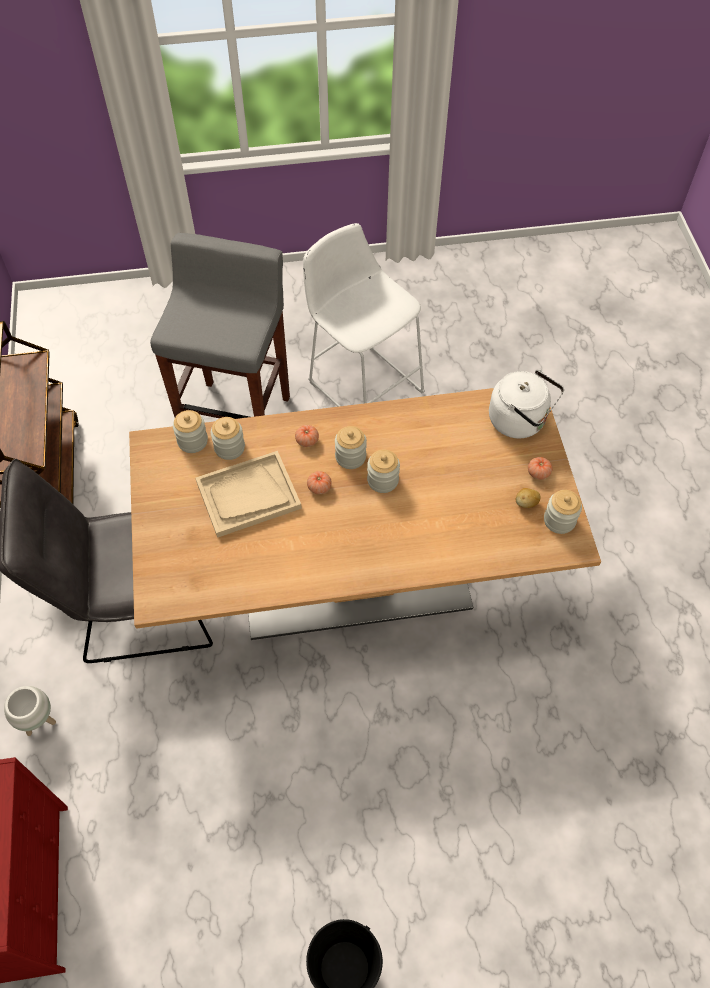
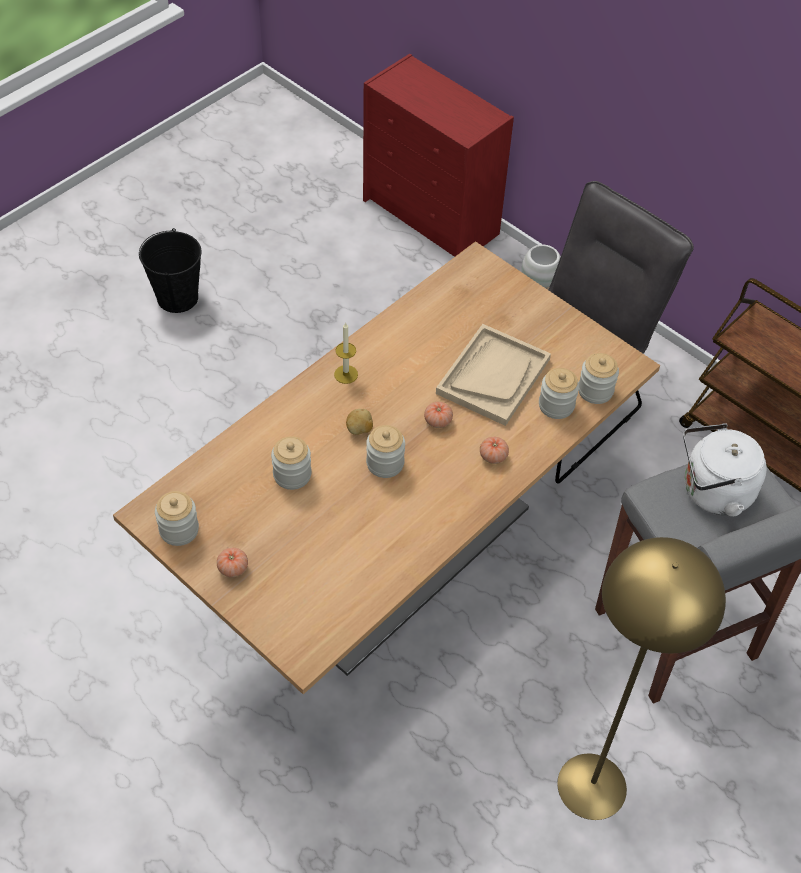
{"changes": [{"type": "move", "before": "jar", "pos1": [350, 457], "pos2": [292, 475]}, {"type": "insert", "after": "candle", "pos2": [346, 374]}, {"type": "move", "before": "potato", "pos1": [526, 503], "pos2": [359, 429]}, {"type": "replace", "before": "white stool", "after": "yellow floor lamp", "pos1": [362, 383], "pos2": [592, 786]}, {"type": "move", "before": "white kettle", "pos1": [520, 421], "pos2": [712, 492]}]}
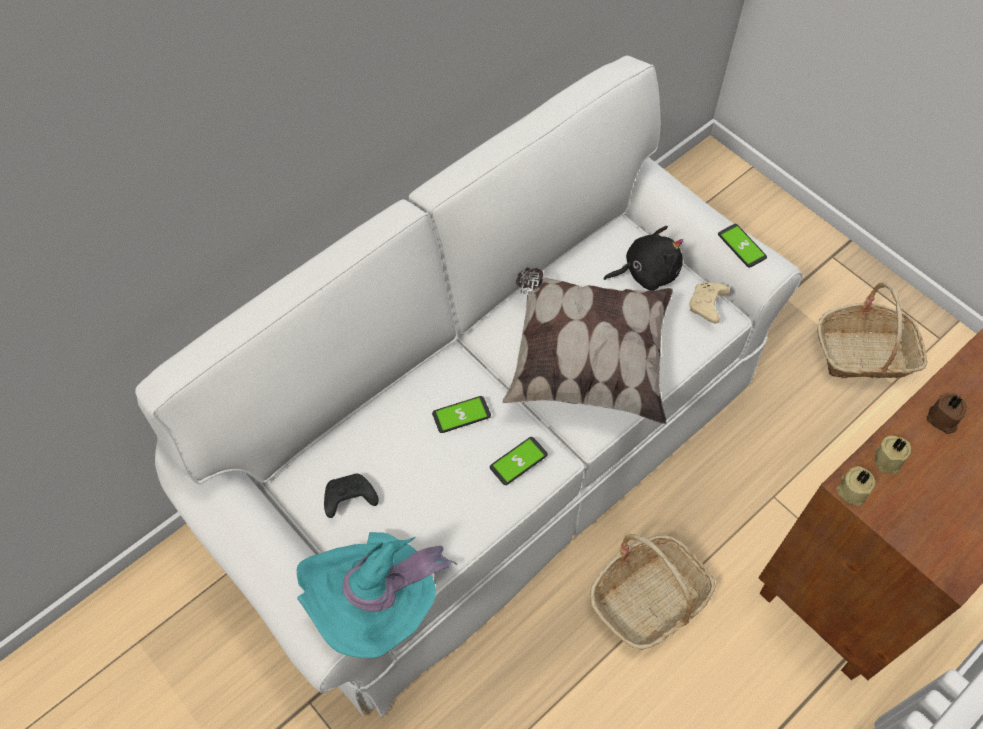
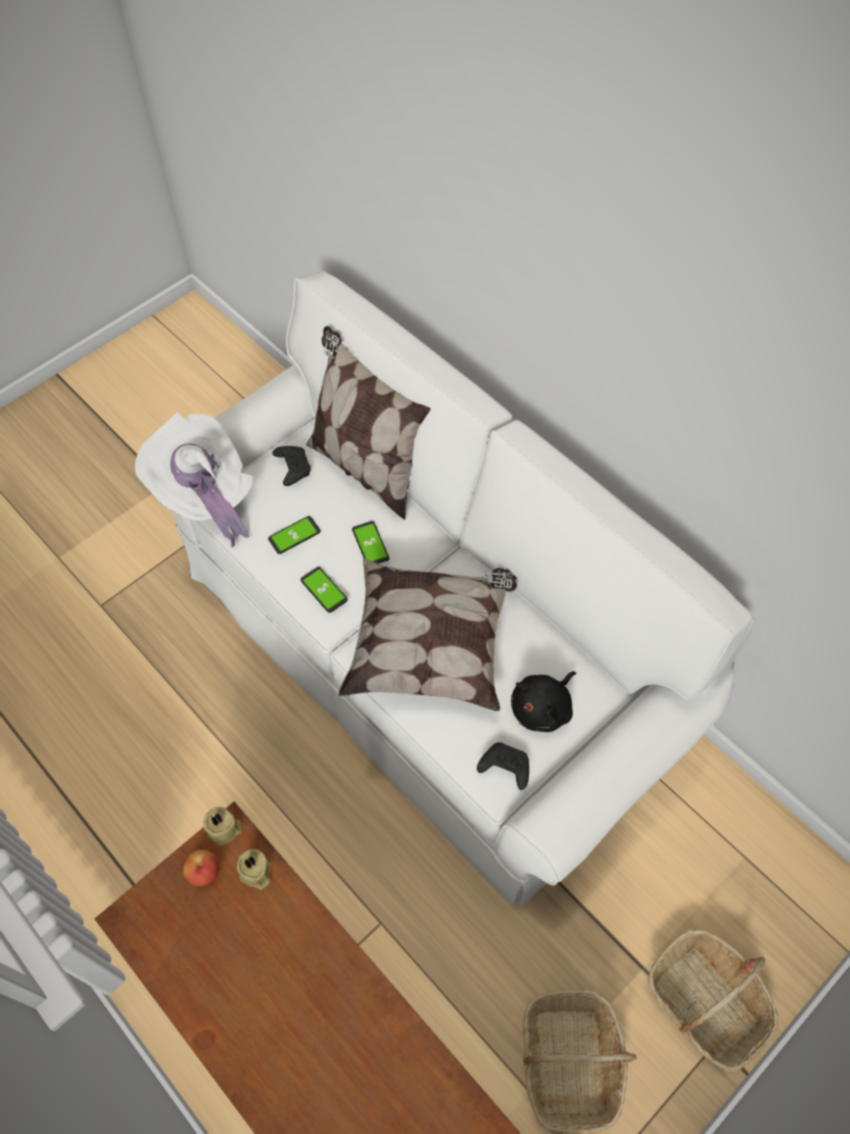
{"changes": [{"type": "recolor", "before": "turquoise hat", "after": "white hat", "pos1": [377, 604], "pos2": [204, 496]}, {"type": "insert", "after": "apple", "pos2": [204, 872]}, {"type": "move", "before": "phone", "pos1": [741, 246], "pos2": [294, 535]}, {"type": "insert", "after": "pillow", "pos2": [368, 467]}, {"type": "recolor", "before": "beige game controller", "after": "black game controller", "pos1": [707, 306], "pos2": [504, 767]}, {"type": "rotate", "before": "black plush toy", "pos1": [646, 272], "pos2": [543, 708], "turn": 60}, {"type": "move", "before": "basket", "pos1": [649, 598], "pos2": [706, 1002]}, {"type": "delete", "before": "brown candle", "pos1": [942, 420]}]}
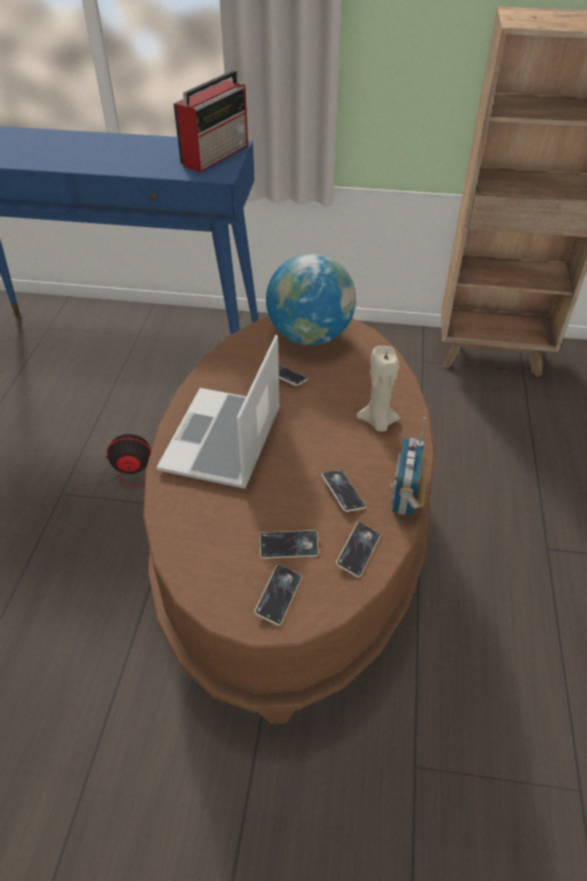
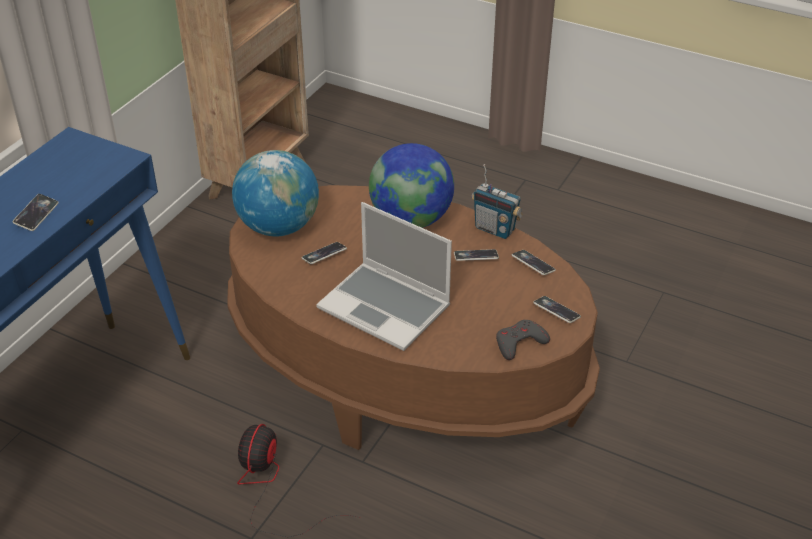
{"changes": [{"type": "move", "before": "phone", "pos1": [289, 547], "pos2": [36, 215]}, {"type": "replace", "before": "beige candle", "after": "globe", "pos1": [378, 422], "pos2": [411, 219]}, {"type": "insert", "after": "grey game controller", "pos2": [519, 343]}, {"type": "delete", "before": "radio", "pos1": [216, 154]}]}
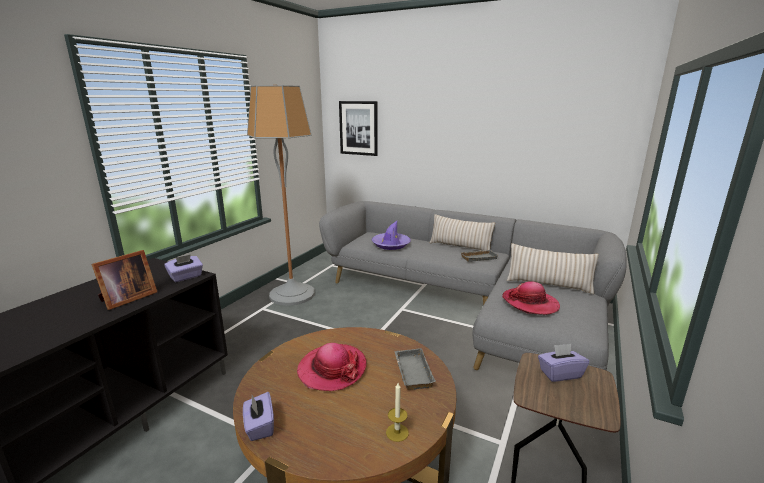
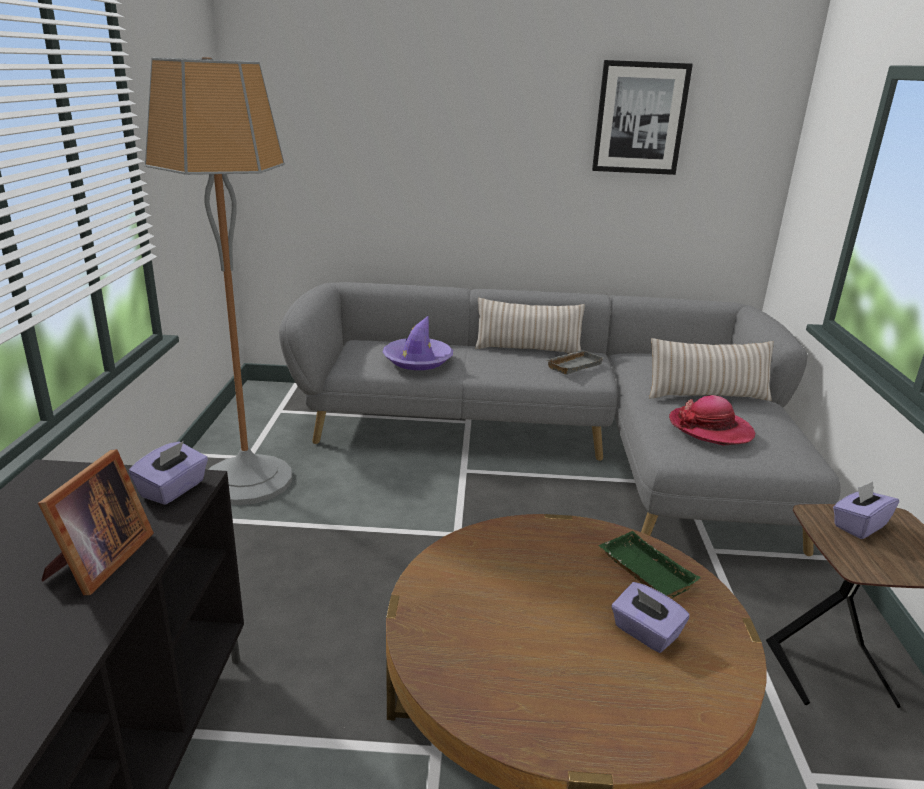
{"changes": [{"type": "move", "before": "picture", "pos1": [358, 128], "pos2": [640, 118]}, {"type": "recolor", "before": "grey tray", "after": "green tray", "pos1": [411, 371], "pos2": [643, 571]}, {"type": "move", "before": "purple tissue box", "pos1": [259, 426], "pos2": [645, 633]}, {"type": "delete", "before": "hat", "pos1": [332, 369]}, {"type": "delete", "before": "candle", "pos1": [397, 432]}]}
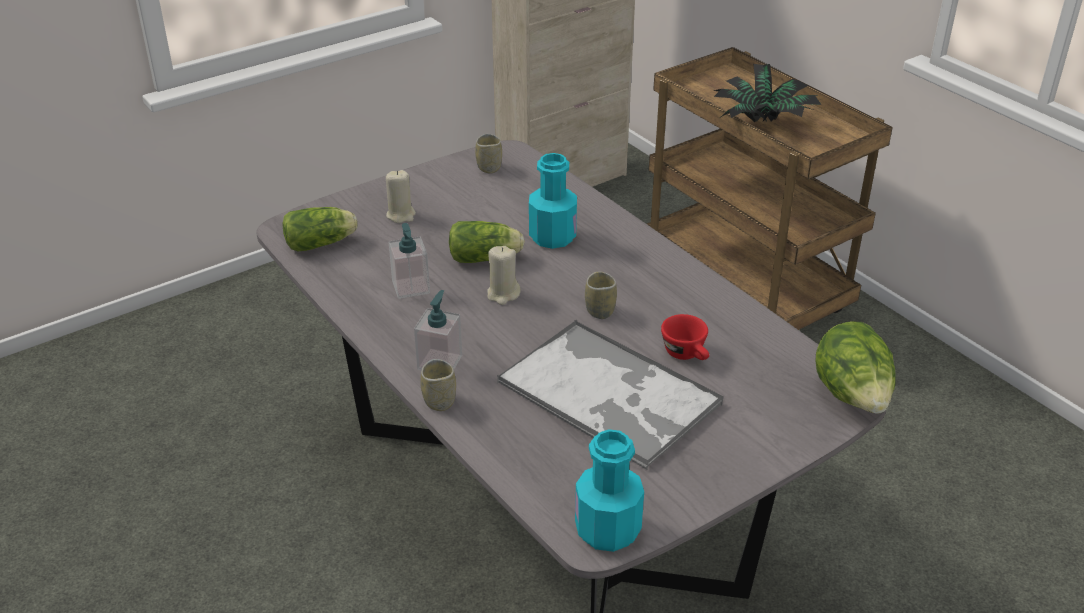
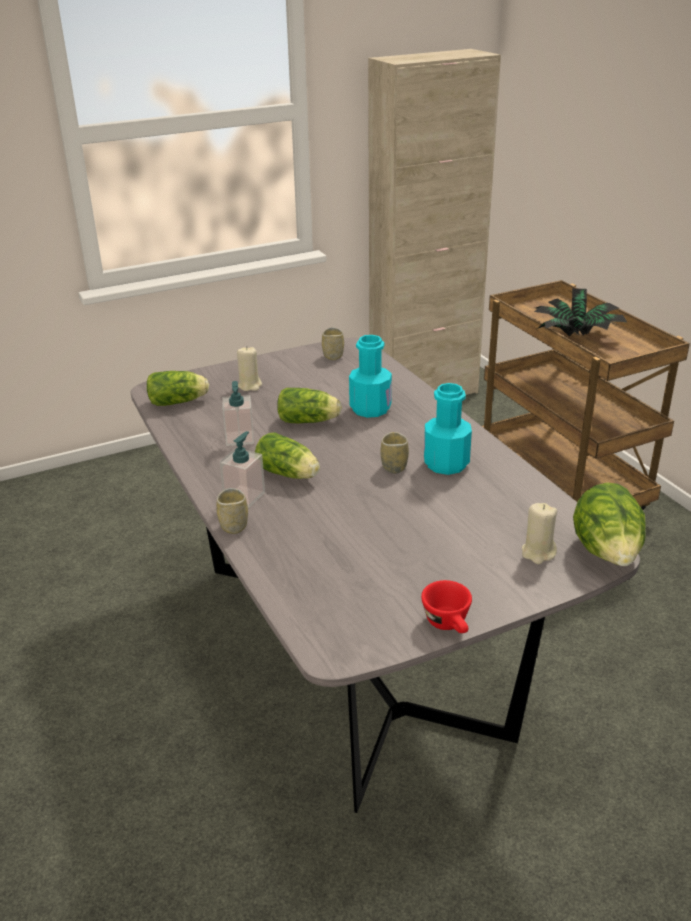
{"changes": [{"type": "insert", "after": "lettuce", "pos2": [289, 474]}, {"type": "move", "before": "red cup", "pos1": [687, 355], "pos2": [449, 625]}, {"type": "move", "before": "turquoise bottle", "pos1": [607, 530], "pos2": [446, 464]}, {"type": "move", "before": "beige candle", "pos1": [503, 294], "pos2": [538, 553]}, {"type": "delete", "before": "tray", "pos1": [610, 394]}]}
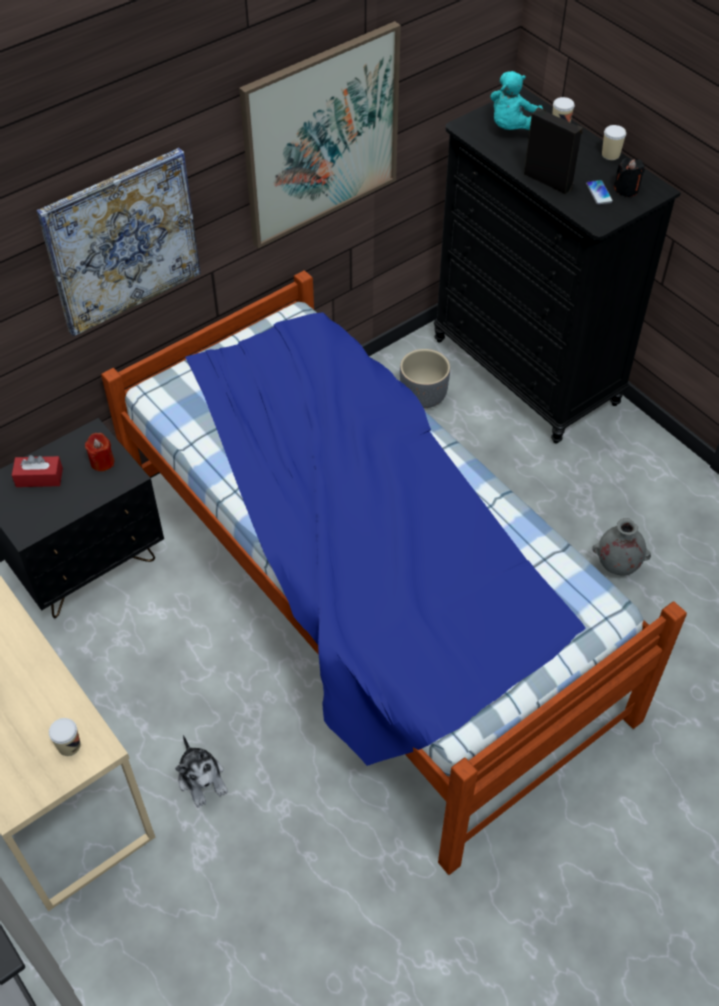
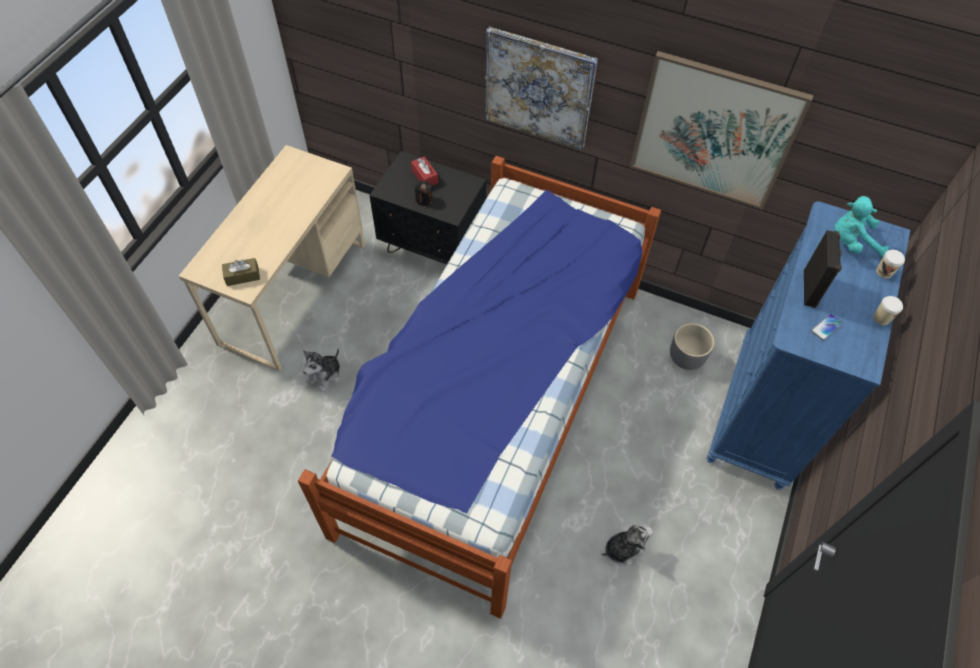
{"changes": [{"type": "replace", "before": "cup", "after": "brown tissue box", "pos1": [69, 745], "pos2": [242, 276]}, {"type": "move", "before": "black candle", "pos1": [626, 189], "pos2": [424, 200]}, {"type": "replace", "before": "grey vase", "after": "plush toy", "pos1": [617, 566], "pos2": [623, 549]}, {"type": "recolor", "before": "black dresser", "after": "blue dresser", "pos1": [526, 371], "pos2": [761, 412]}, {"type": "delete", "before": "red candle", "pos1": [102, 462]}]}
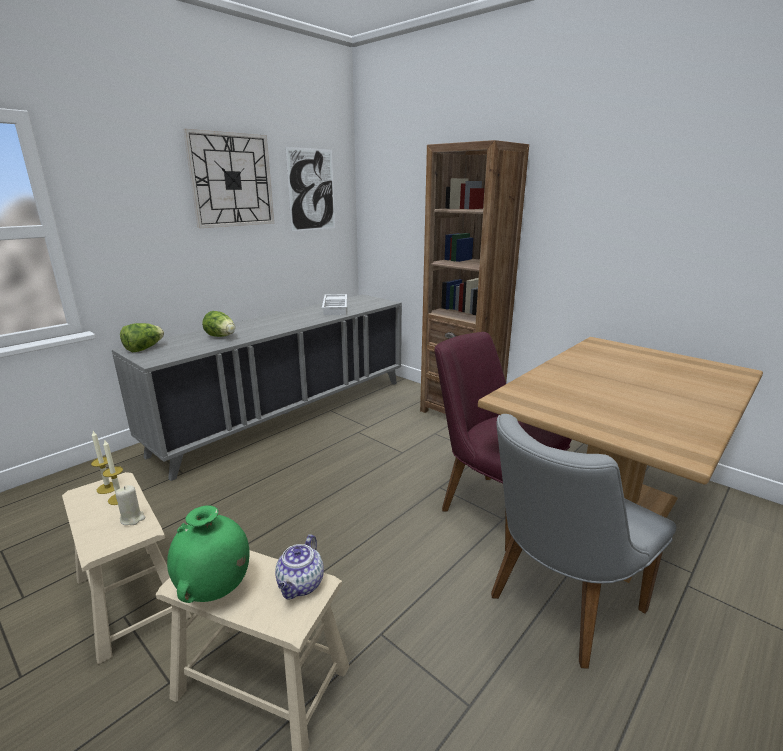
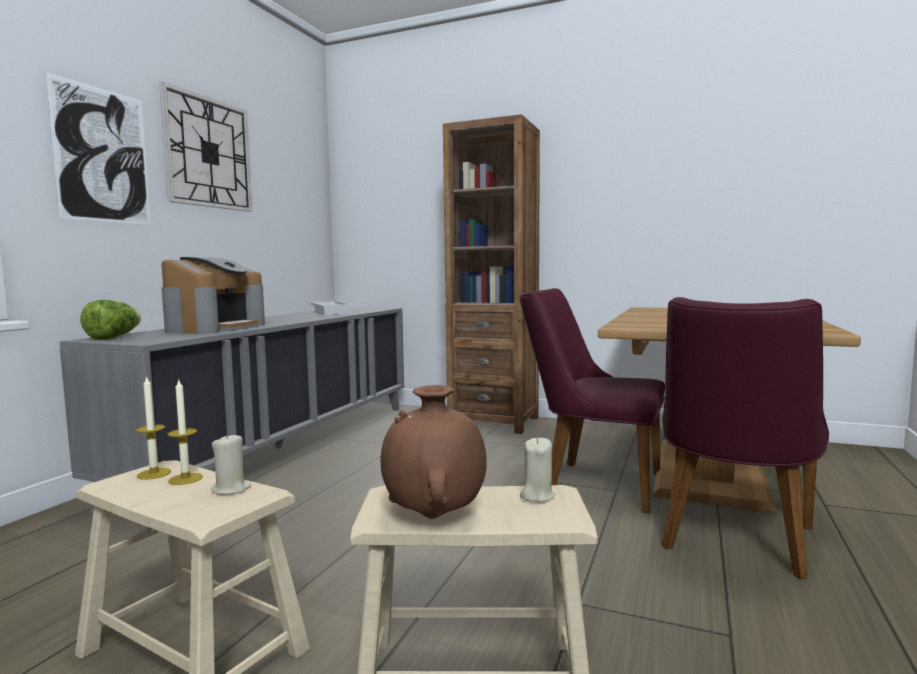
{"changes": [{"type": "move", "before": "picture", "pos1": [311, 190], "pos2": [102, 155]}, {"type": "replace", "before": "lettuce", "after": "coffee machine", "pos1": [221, 336], "pos2": [215, 328]}, {"type": "recolor", "before": "green vase", "after": "brown vase", "pos1": [215, 590], "pos2": [434, 517]}, {"type": "replace", "before": "teapot", "after": "beige candle", "pos1": [301, 585], "pos2": [537, 496]}, {"type": "recolor", "before": "grey chair", "after": "purple chair", "pos1": [556, 607], "pos2": [733, 542]}]}
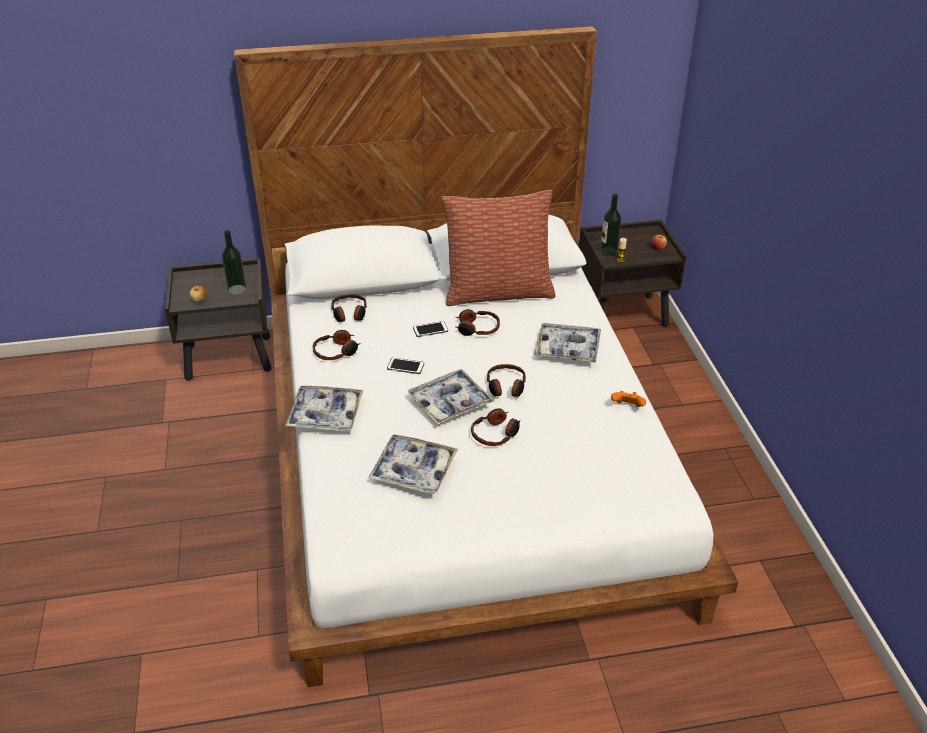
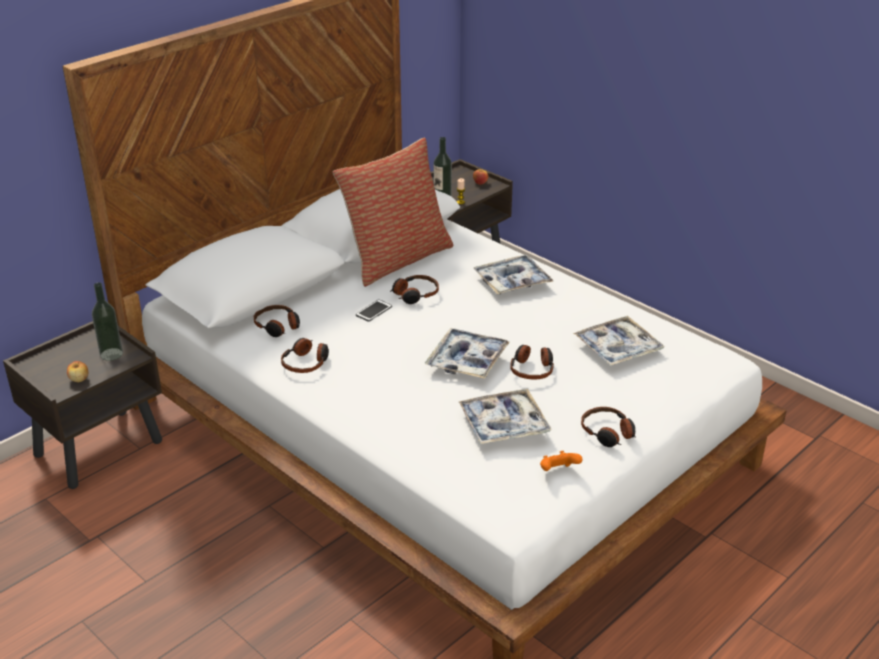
{"changes": [{"type": "move", "before": "orange game controller", "pos1": [627, 407], "pos2": [558, 471]}, {"type": "move", "before": "tray", "pos1": [325, 415], "pos2": [617, 348]}, {"type": "move", "before": "headphones", "pos1": [506, 387], "pos2": [608, 433]}, {"type": "delete", "before": "phone", "pos1": [405, 366]}]}
